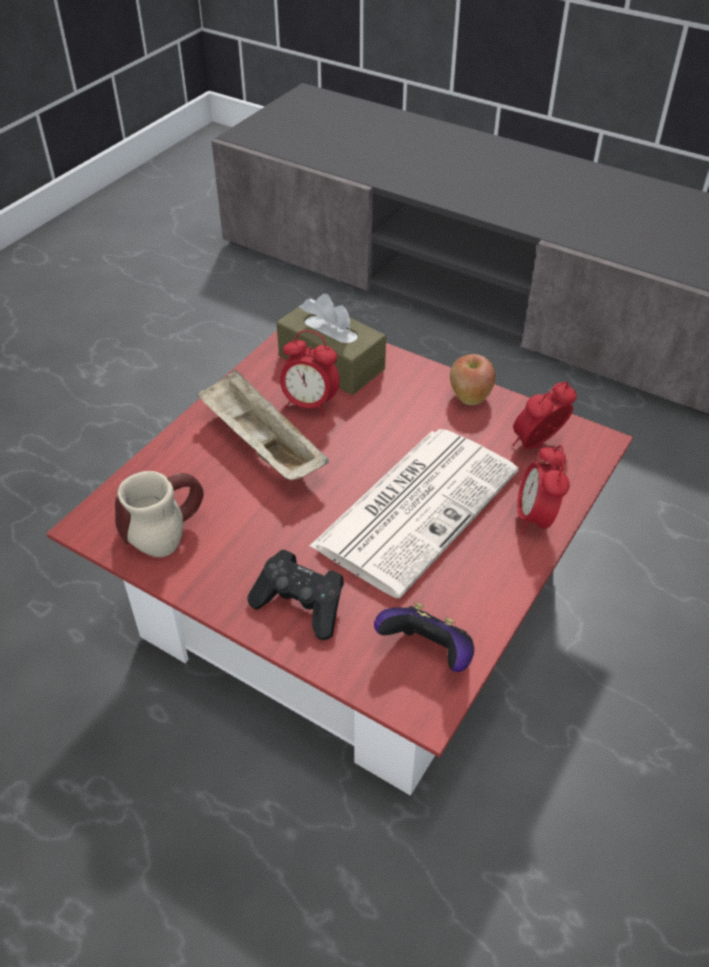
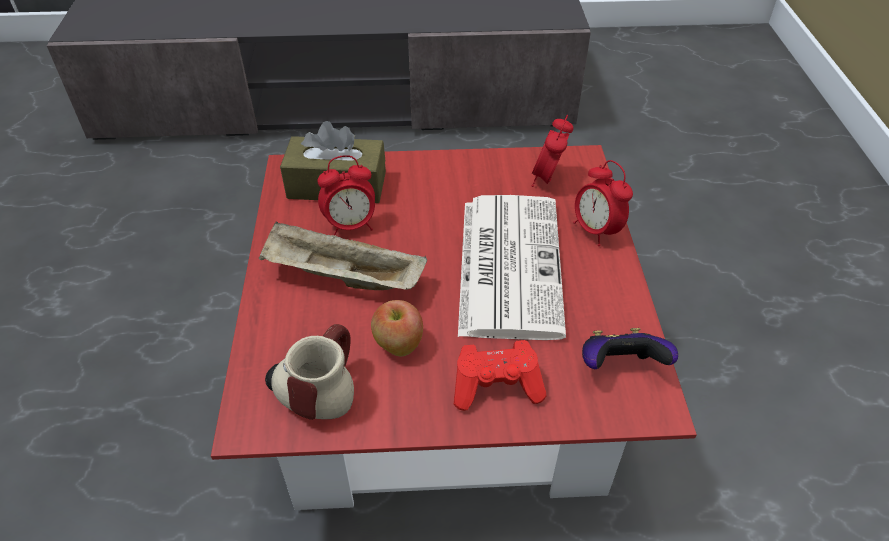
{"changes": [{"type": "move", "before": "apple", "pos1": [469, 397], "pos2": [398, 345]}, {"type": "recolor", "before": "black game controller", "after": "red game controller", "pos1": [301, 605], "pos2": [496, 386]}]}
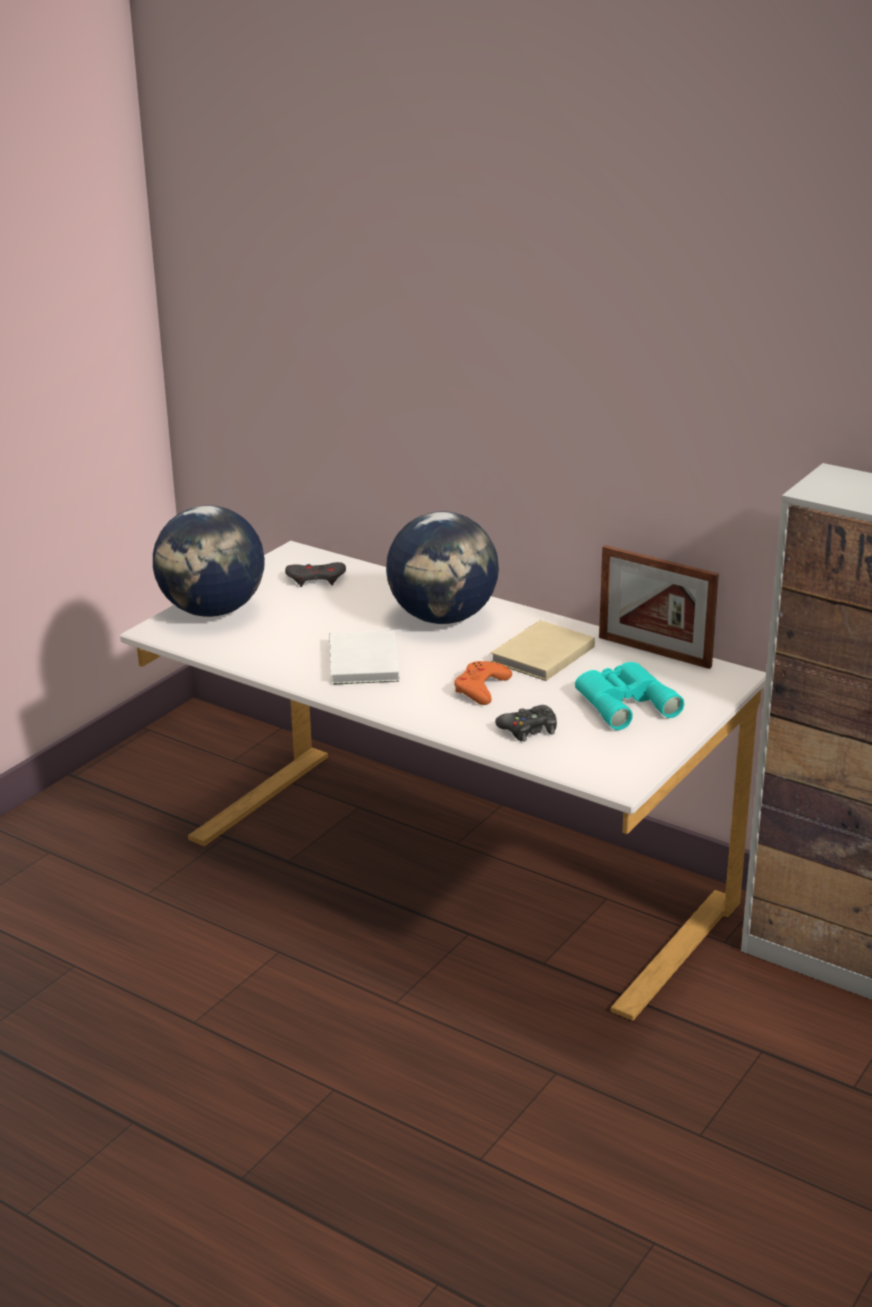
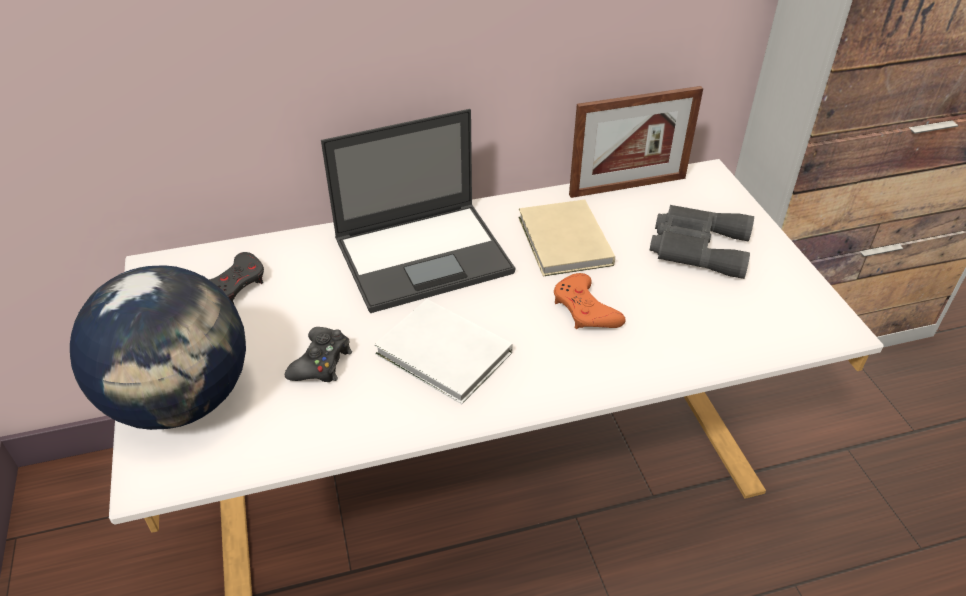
{"changes": [{"type": "move", "before": "black game controller", "pos1": [529, 730], "pos2": [321, 362]}, {"type": "replace", "before": "globe", "after": "laptop", "pos1": [443, 618], "pos2": [425, 255]}, {"type": "recolor", "before": "turquoise binoculars", "after": "grey binoculars", "pos1": [624, 702], "pos2": [696, 247]}]}
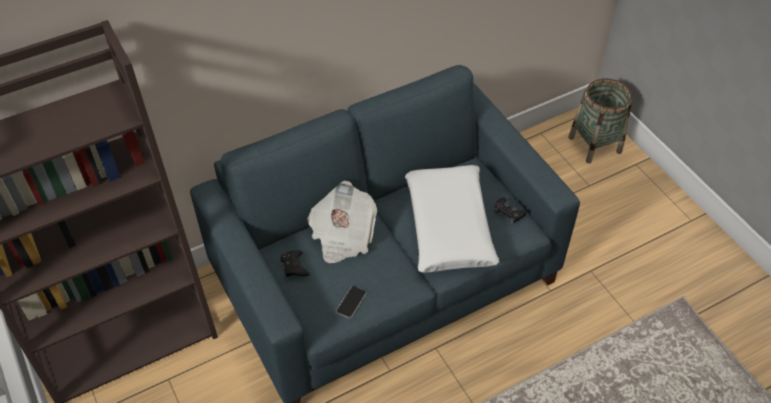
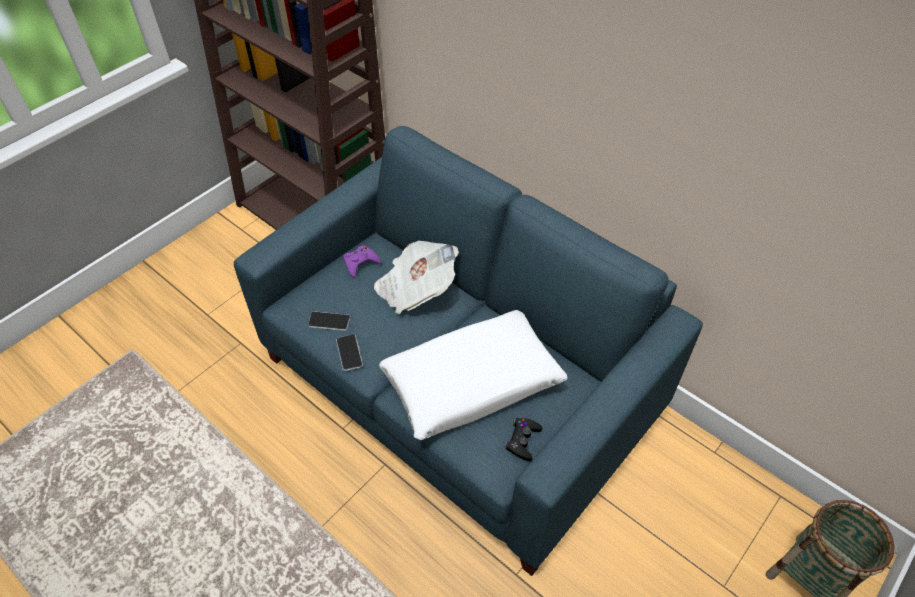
{"changes": [{"type": "insert", "after": "phone", "pos2": [349, 353]}, {"type": "recolor", "before": "black game controller", "after": "purple game controller", "pos1": [294, 266], "pos2": [360, 263]}]}
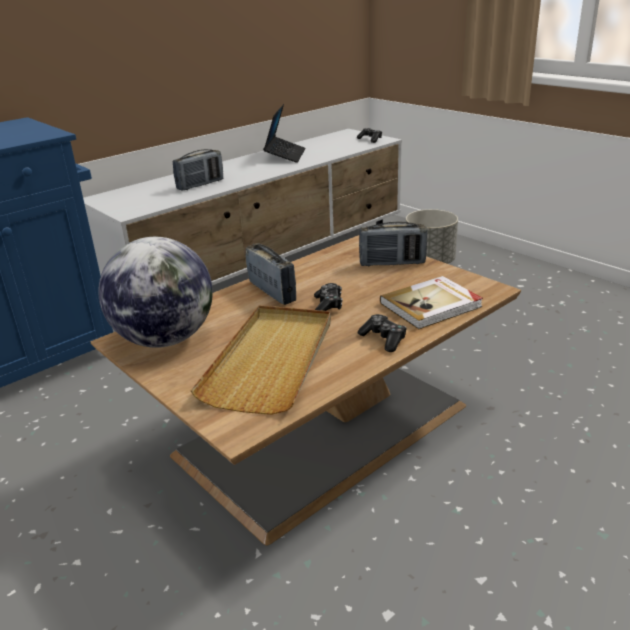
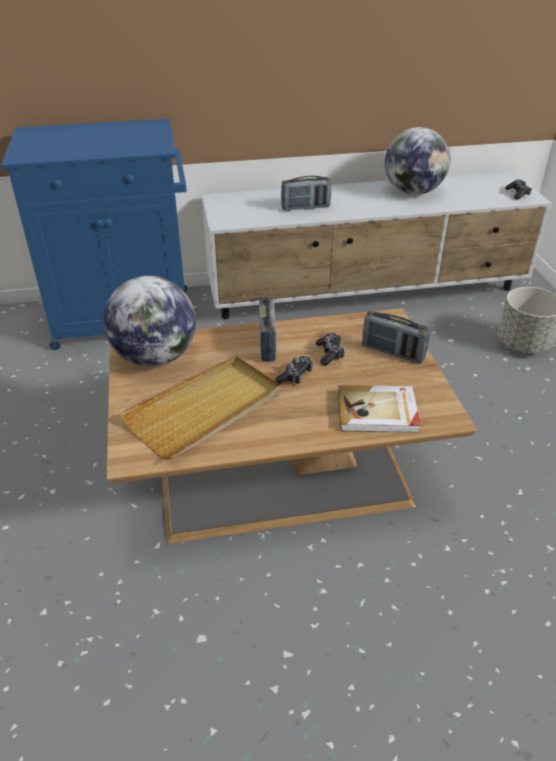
{"changes": [{"type": "move", "before": "game controller", "pos1": [384, 339], "pos2": [330, 354]}, {"type": "replace", "before": "laptop", "after": "globe", "pos1": [285, 155], "pos2": [413, 192]}]}
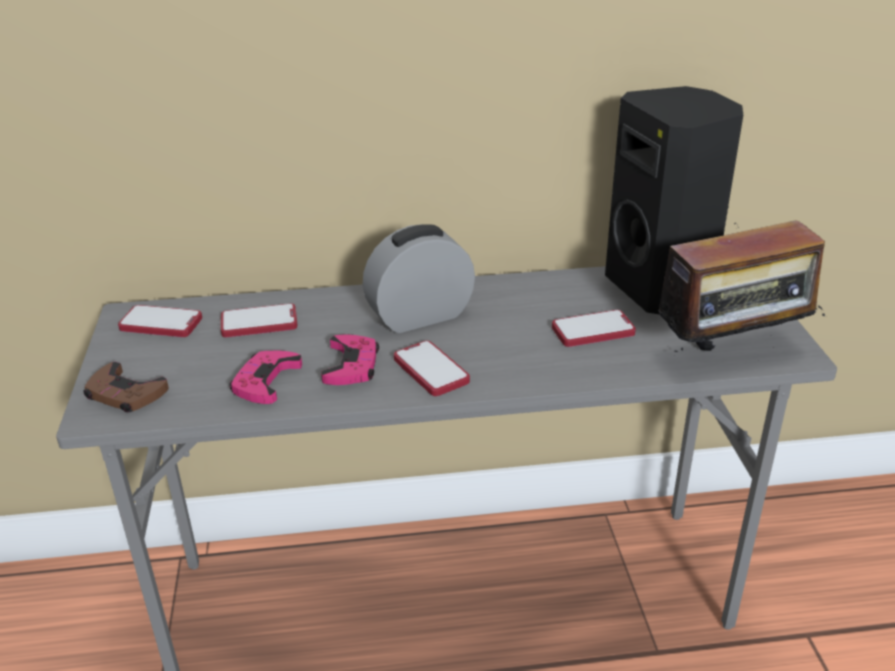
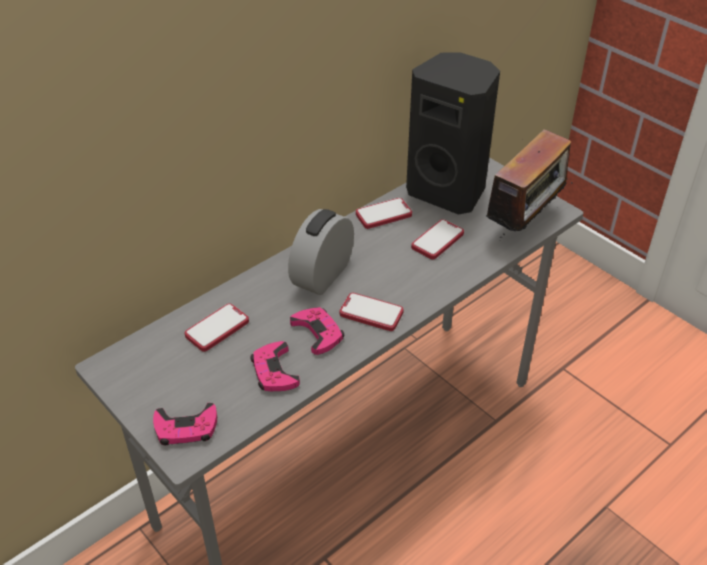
{"changes": [{"type": "recolor", "before": "brown game controller", "after": "pink game controller", "pos1": [125, 394], "pos2": [186, 428]}, {"type": "move", "before": "phone", "pos1": [161, 323], "pos2": [383, 215]}]}
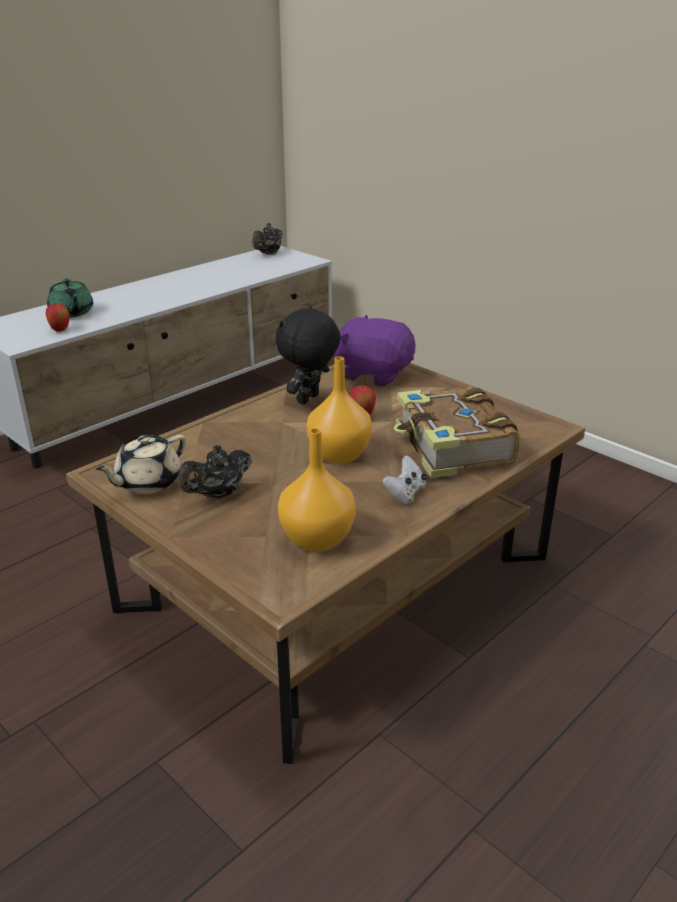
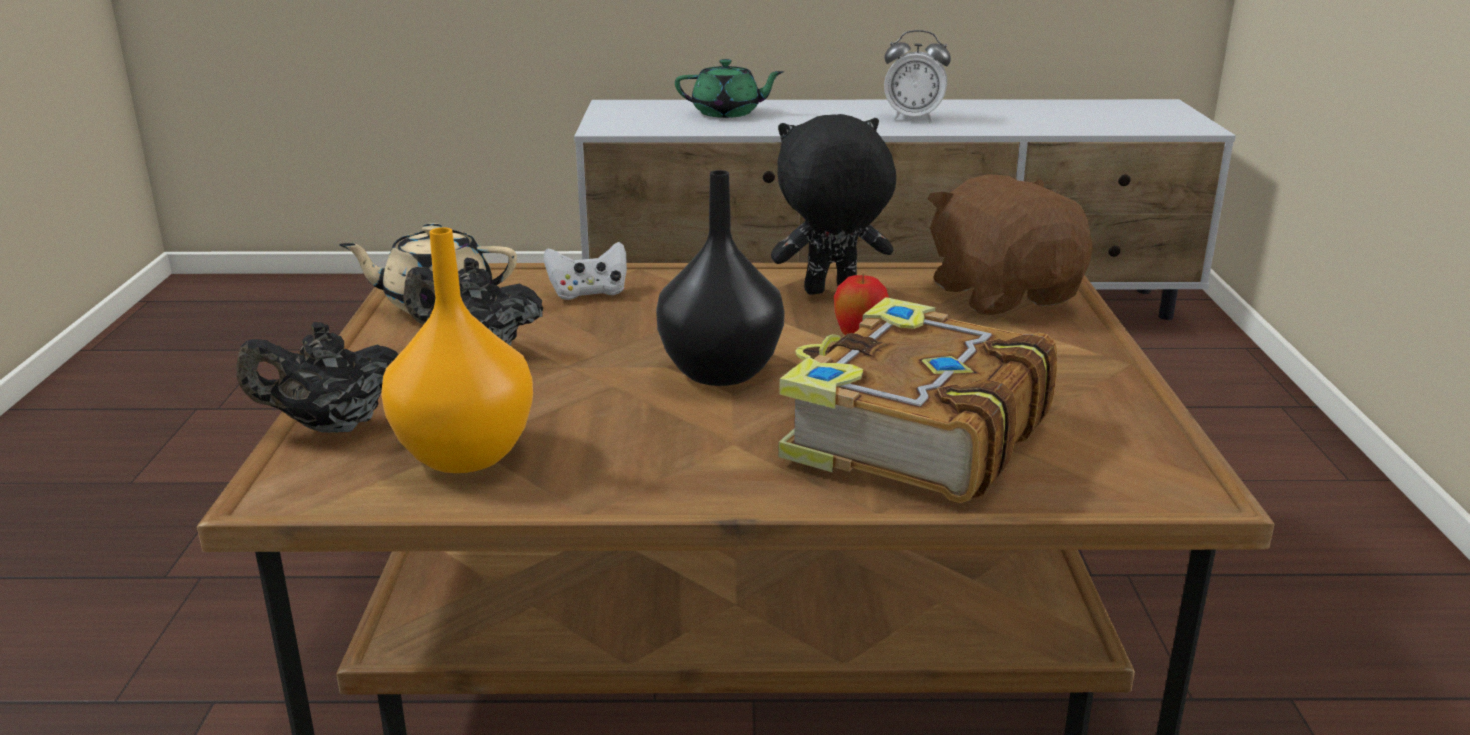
{"changes": [{"type": "move", "before": "black teapot", "pos1": [268, 254], "pos2": [332, 426]}, {"type": "move", "before": "white game controller", "pos1": [405, 493], "pos2": [588, 293]}, {"type": "recolor", "before": "orange vase", "after": "black vase", "pos1": [340, 454], "pos2": [723, 371]}, {"type": "rotate", "before": "green teapot", "pos1": [72, 313], "pos2": [727, 113], "turn": -105}, {"type": "insert", "after": "alarm clock", "pos2": [913, 118]}, {"type": "recolor", "before": "purple plush toy", "after": "brown plush toy", "pos1": [373, 374], "pos2": [1003, 294]}, {"type": "delete", "before": "apple", "pos1": [60, 330]}]}
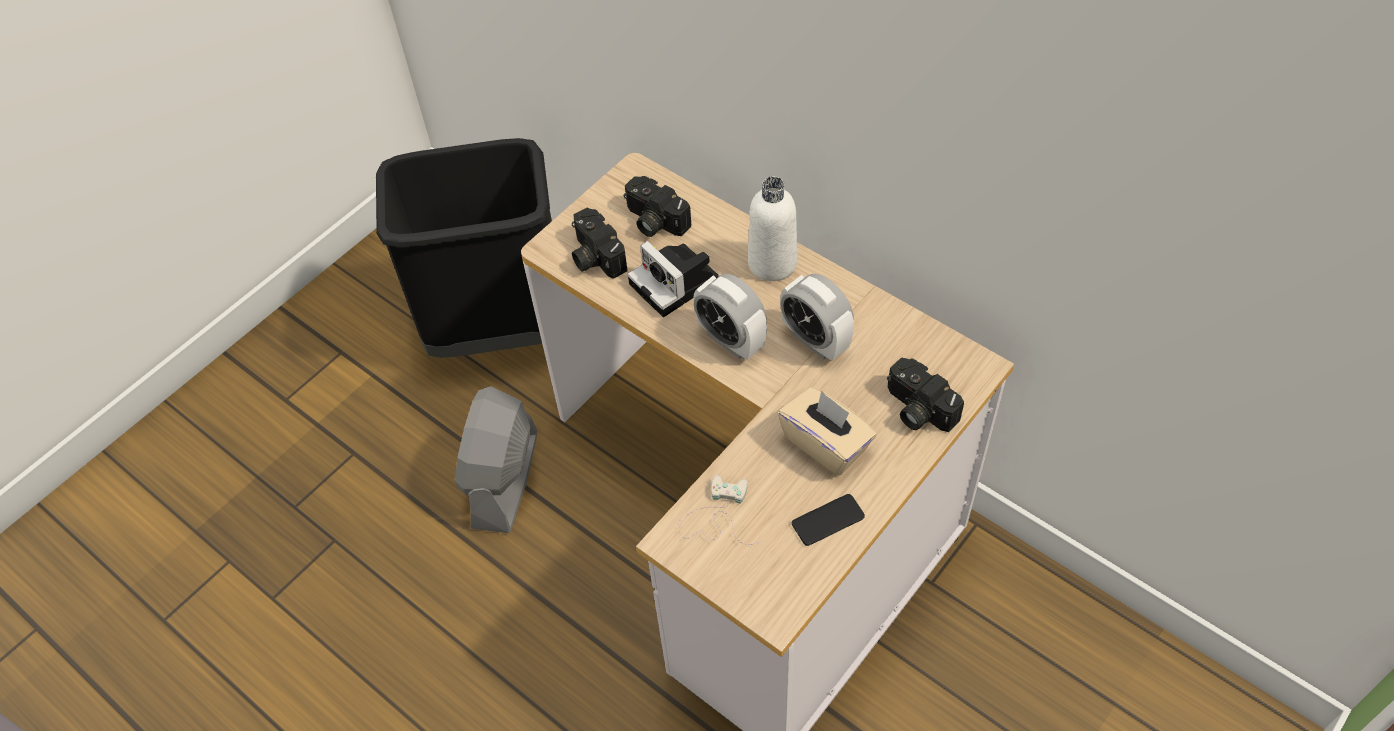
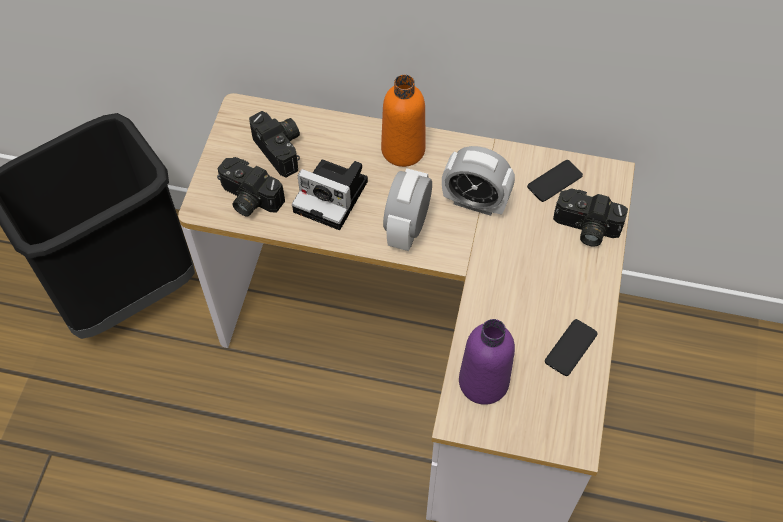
{"changes": [{"type": "rotate", "before": "photo camera", "pos1": [653, 221], "pos2": [282, 149], "turn": -135}, {"type": "recolor", "before": "white bottle", "after": "orange bottle", "pos1": [772, 263], "pos2": [403, 150]}, {"type": "rotate", "before": "alarm clock", "pos1": [731, 340], "pos2": [407, 228], "turn": 90}, {"type": "replace", "before": "white game controller", "after": "purple bottle", "pos1": [717, 516], "pos2": [483, 382]}, {"type": "insert", "after": "phone", "pos2": [554, 181]}, {"type": "delete", "before": "grey fan", "pos1": [504, 480]}, {"type": "delete", "before": "beige tissue box", "pos1": [826, 444]}]}
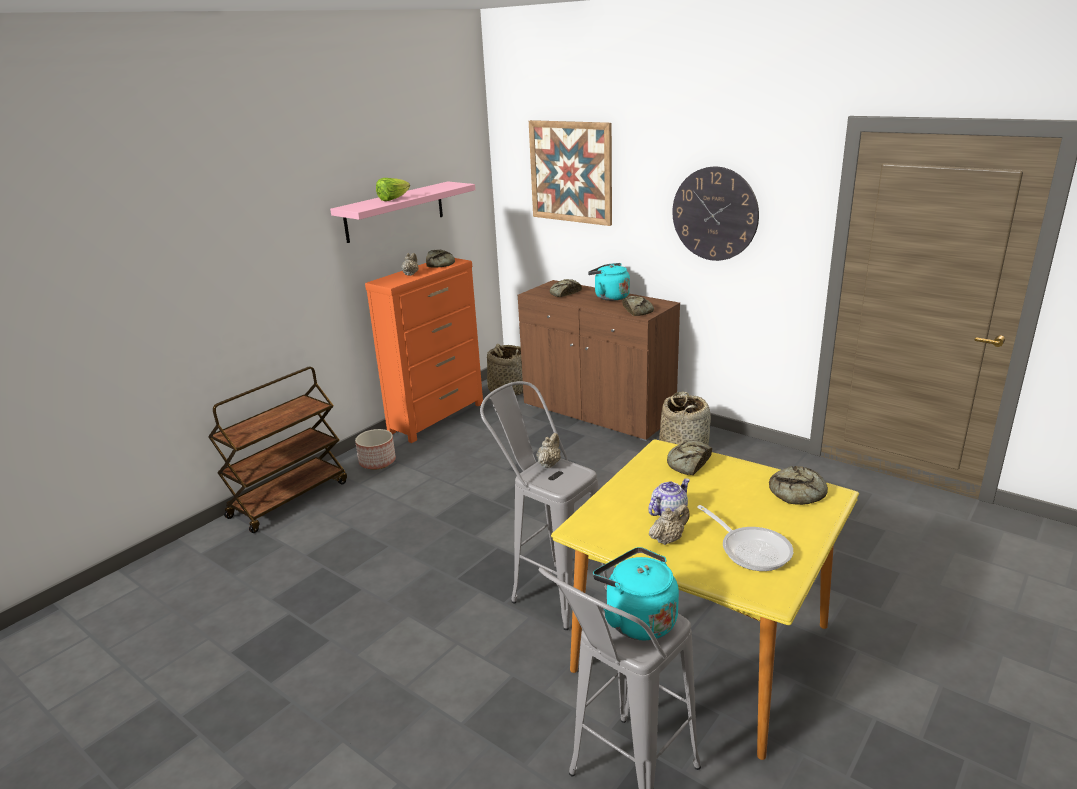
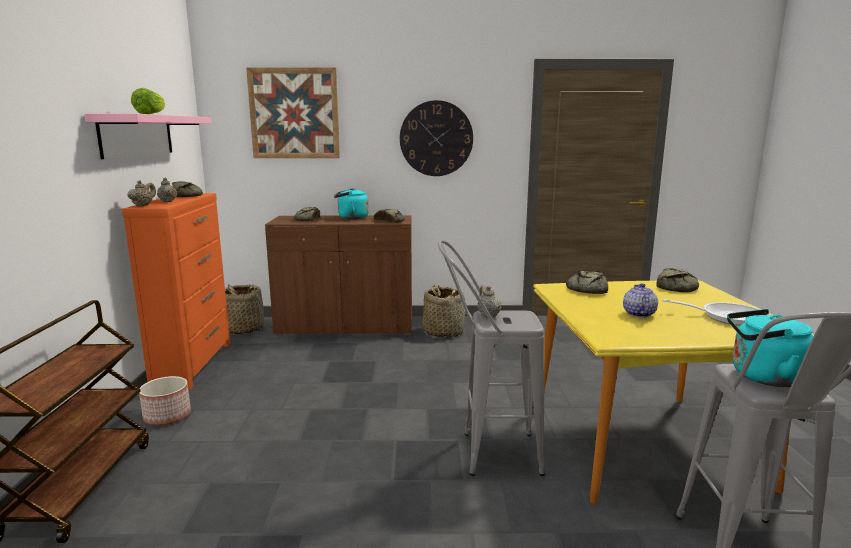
{"changes": [{"type": "move", "before": "beige teapot", "pos1": [668, 539], "pos2": [143, 205]}]}
